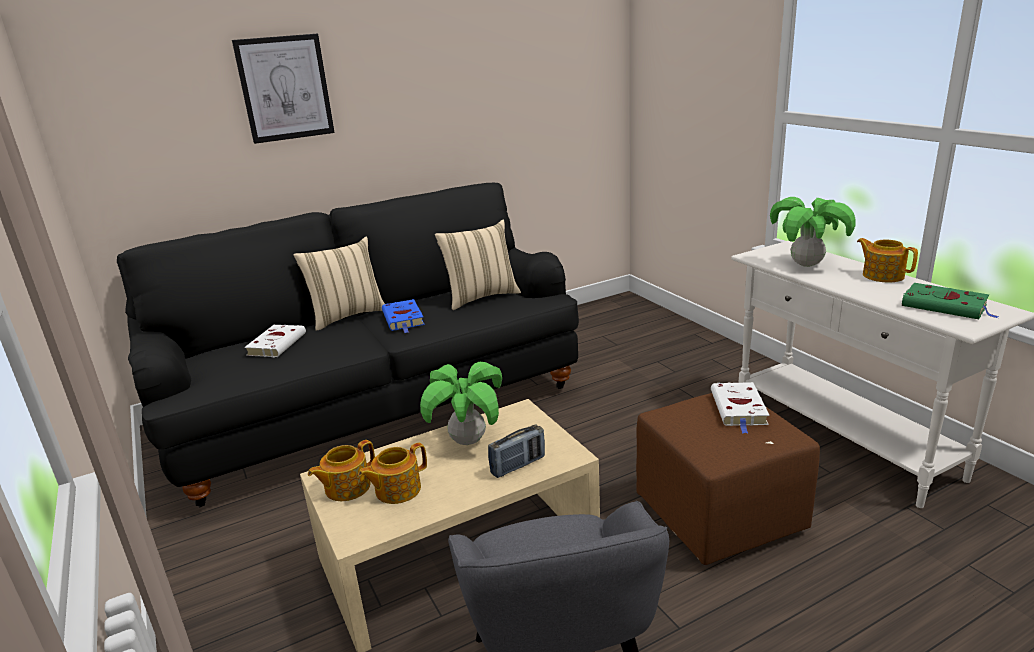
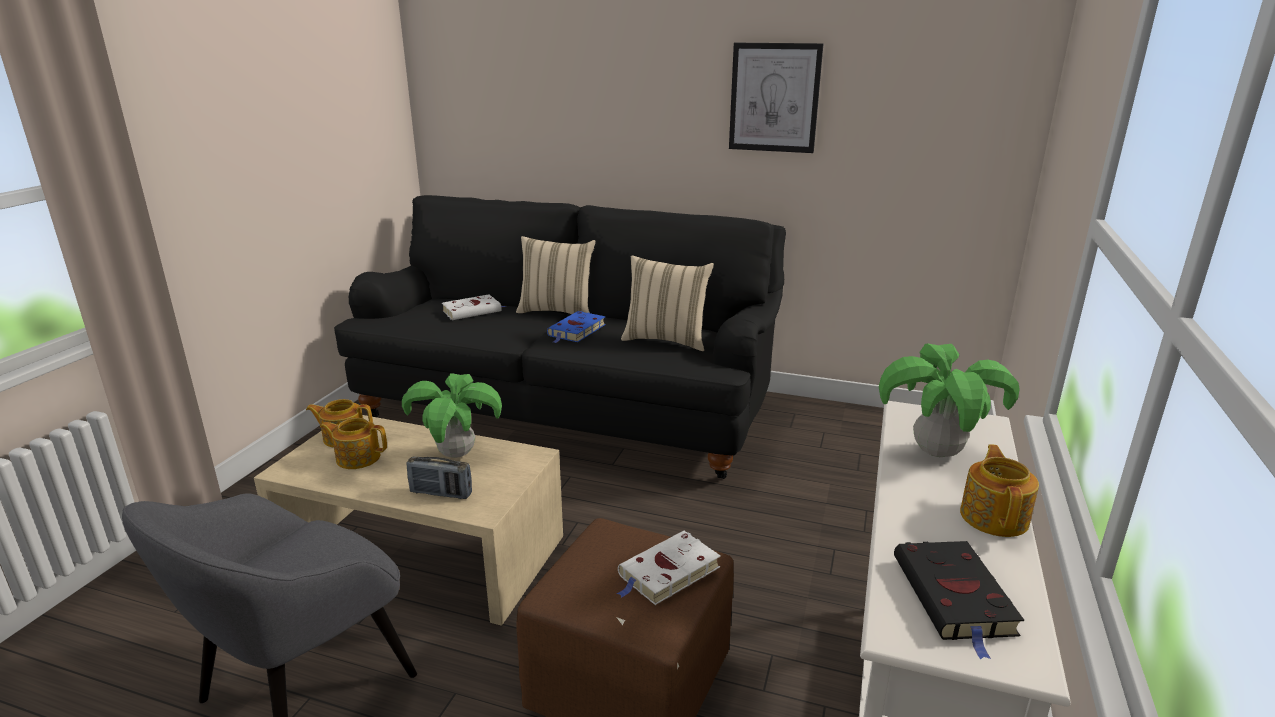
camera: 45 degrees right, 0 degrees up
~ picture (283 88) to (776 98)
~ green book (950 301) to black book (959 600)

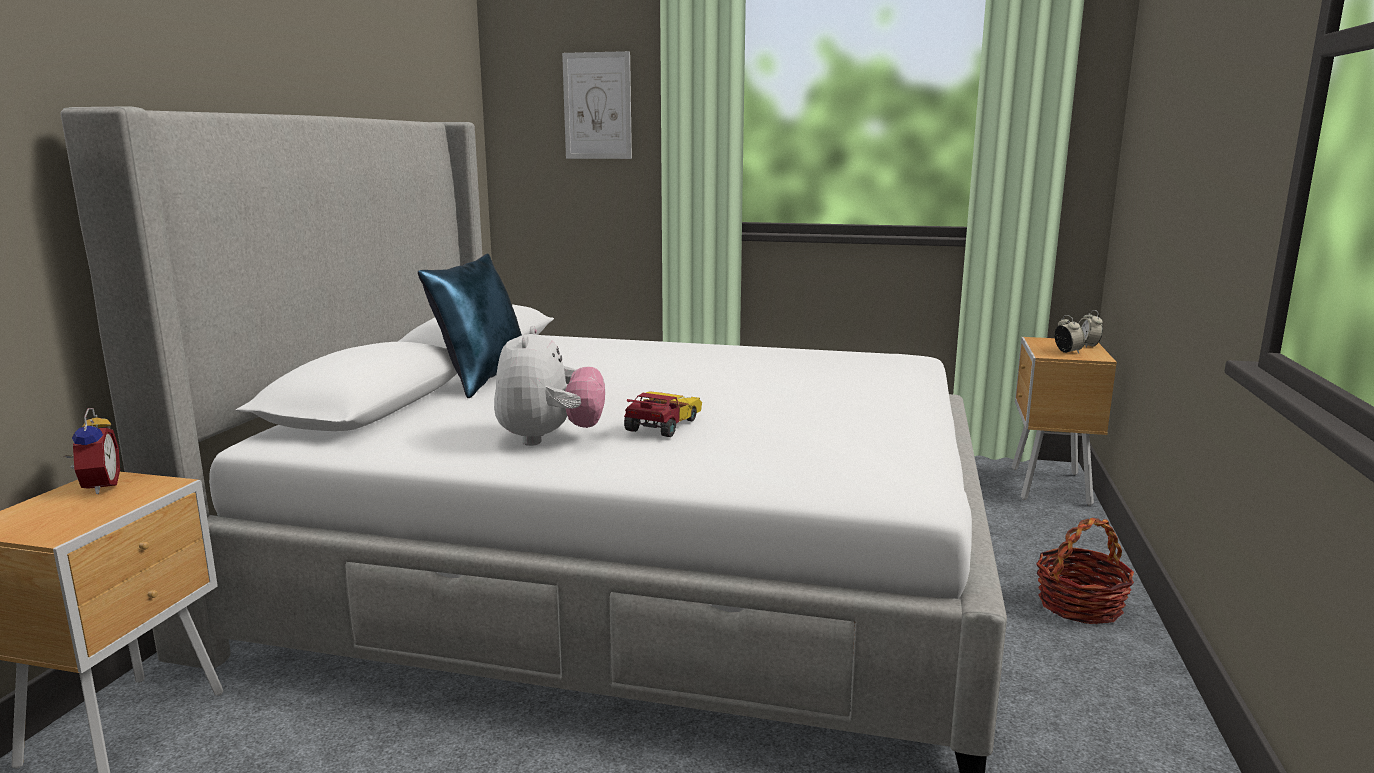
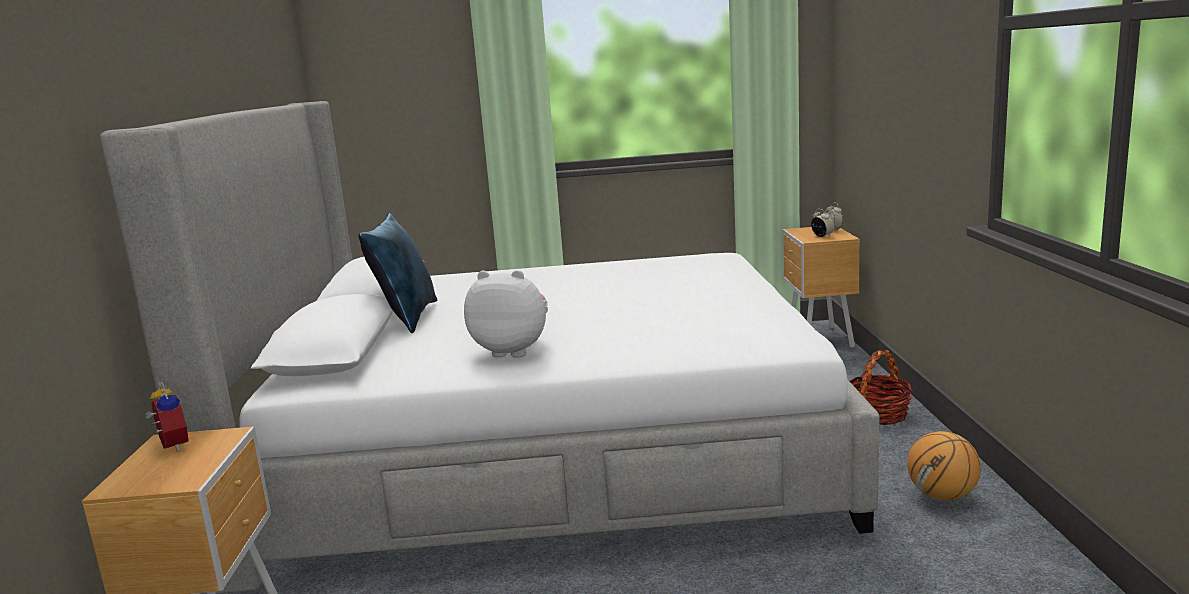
camera: 15 degrees left, 0 degrees up
~ plush toy (549 386) = (506 314) 60 degrees counterclockwise
+ basketball (944 466)
- picture (597 105)
- toy car (663 414)

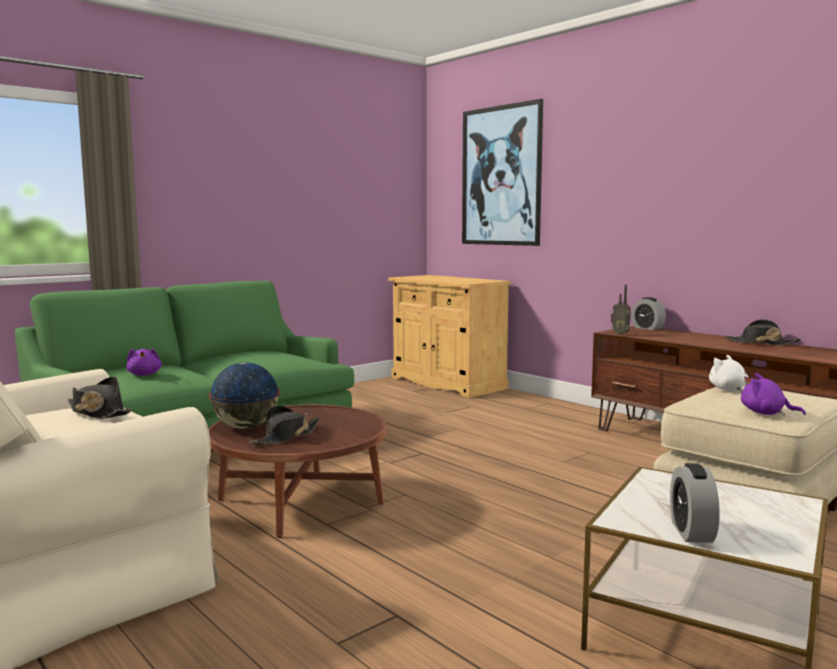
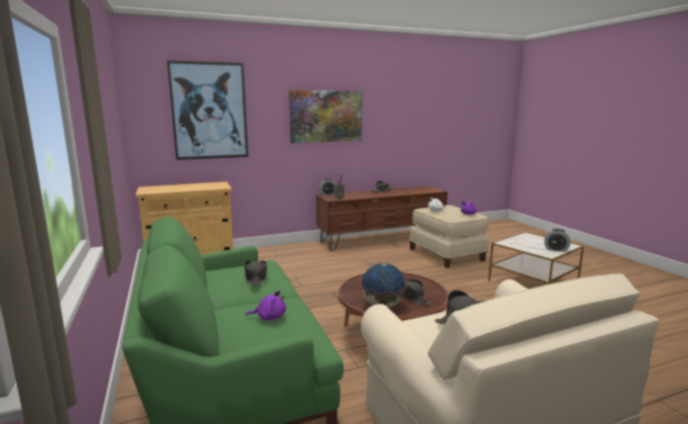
camera: 70 degrees left, 5 degrees up
+ black hat (256 273)
+ picture (325 116)

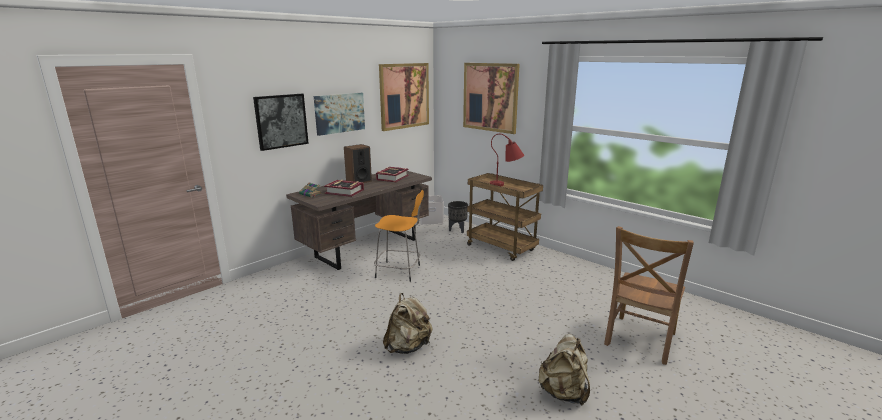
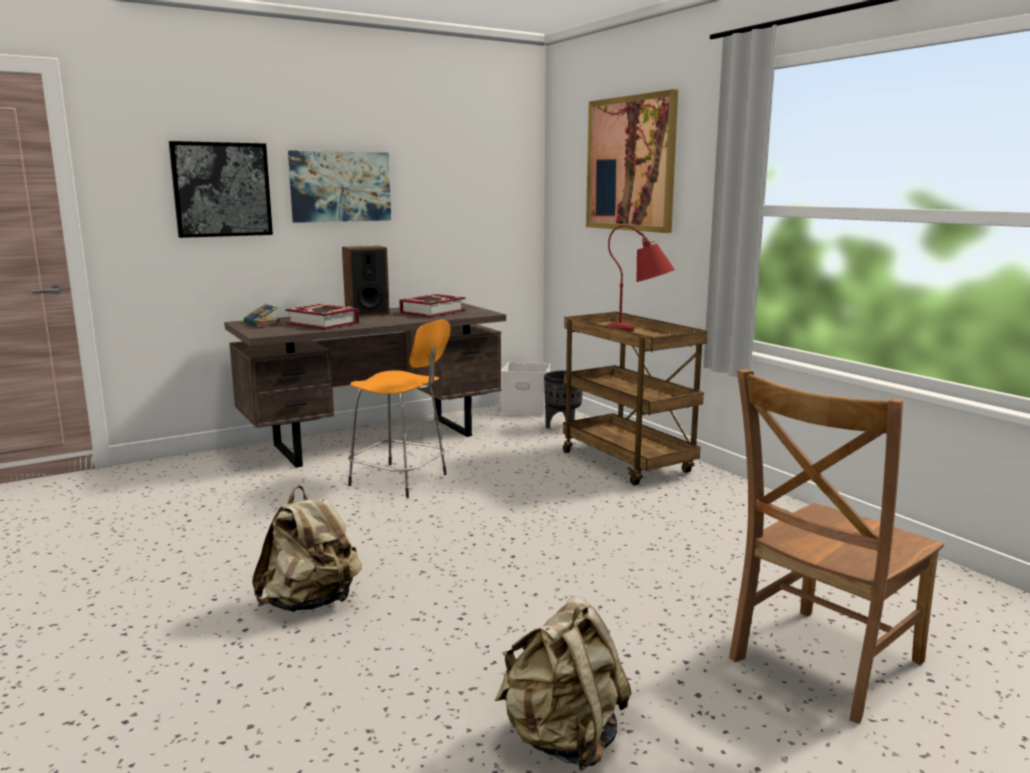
camera: 15 degrees right, 5 degrees down
- picture (404 97)

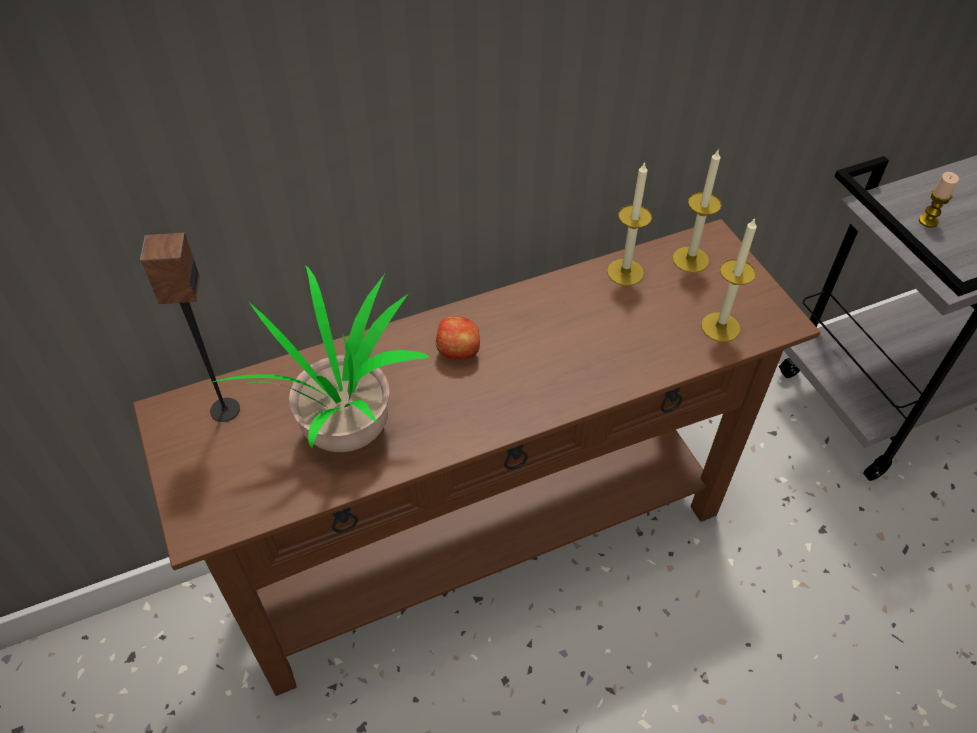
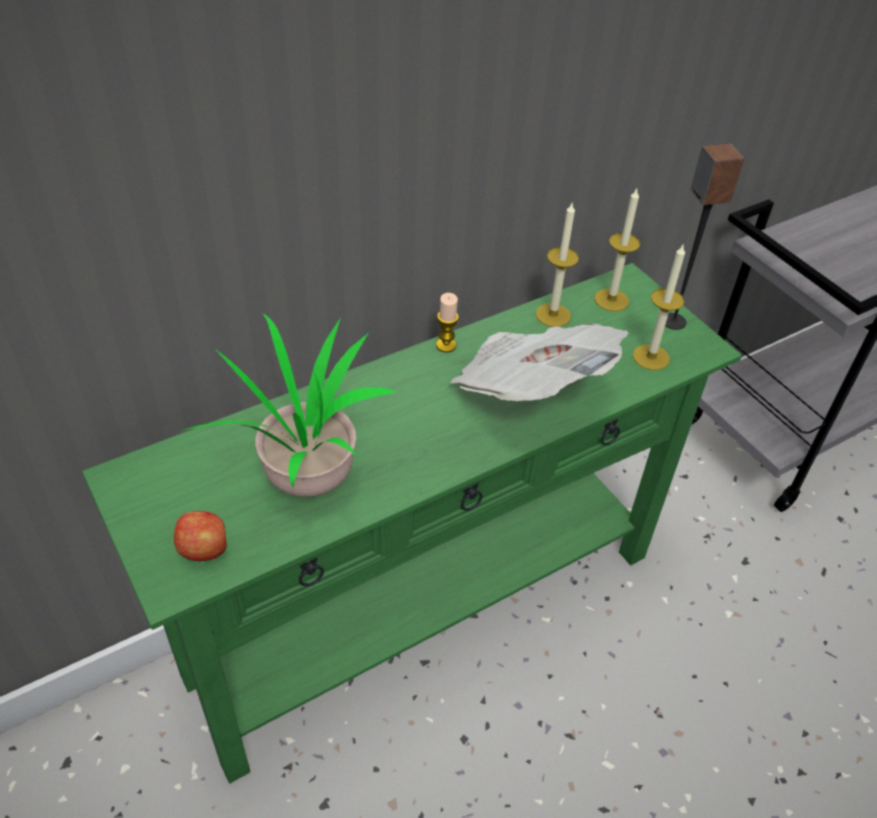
camera: 10 degrees left, 5 degrees down
~ brown console table (476 457) to green console table (412 523)
~ apple (458 338) to (200 536)
~ candle (939 199) to (447 323)
+ newspaper (539 362)
~ speaker (190 327) to (704 236)

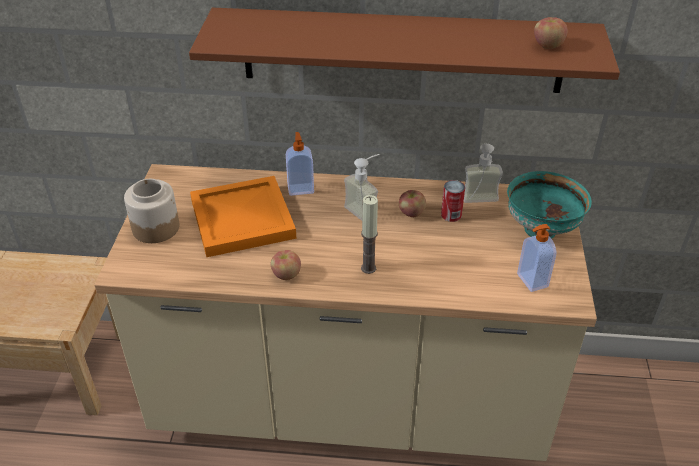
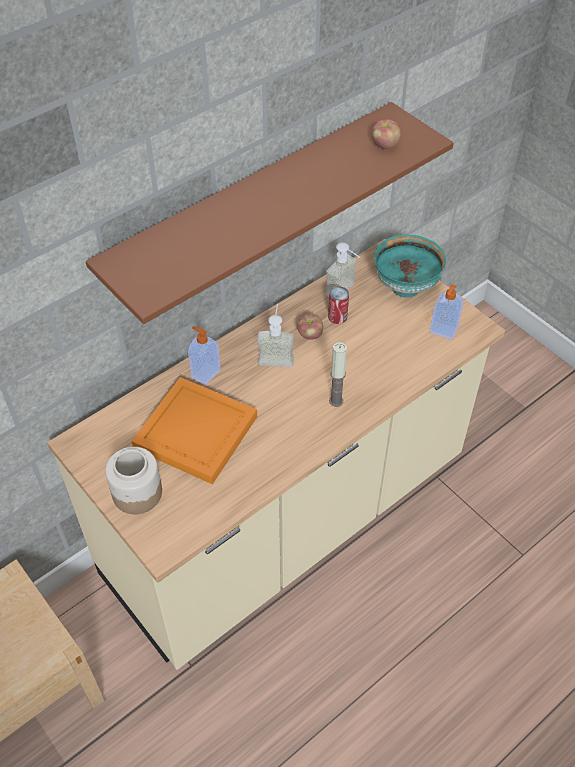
camera: 45 degrees left, 10 degrees up
- apple (286 265)

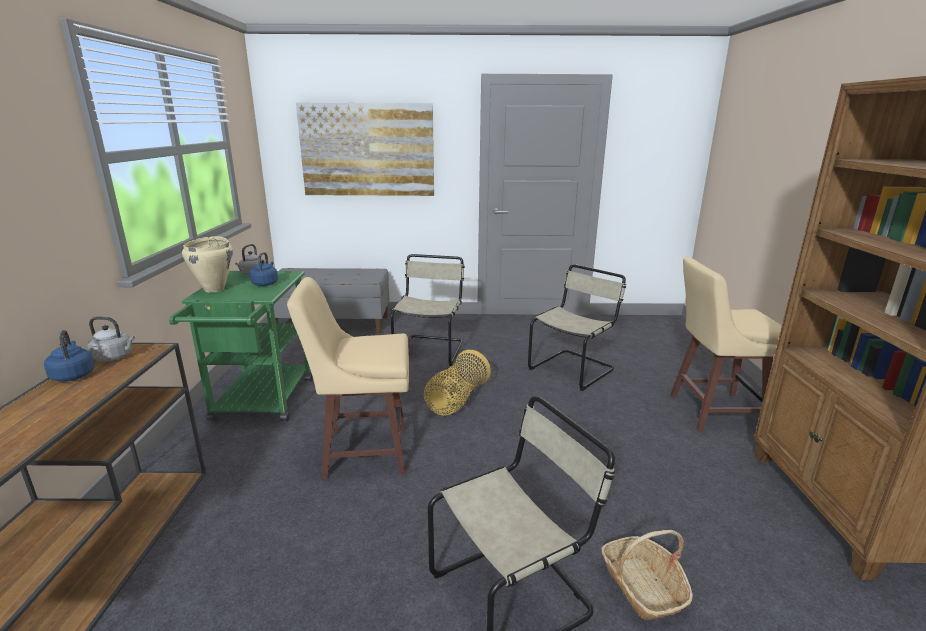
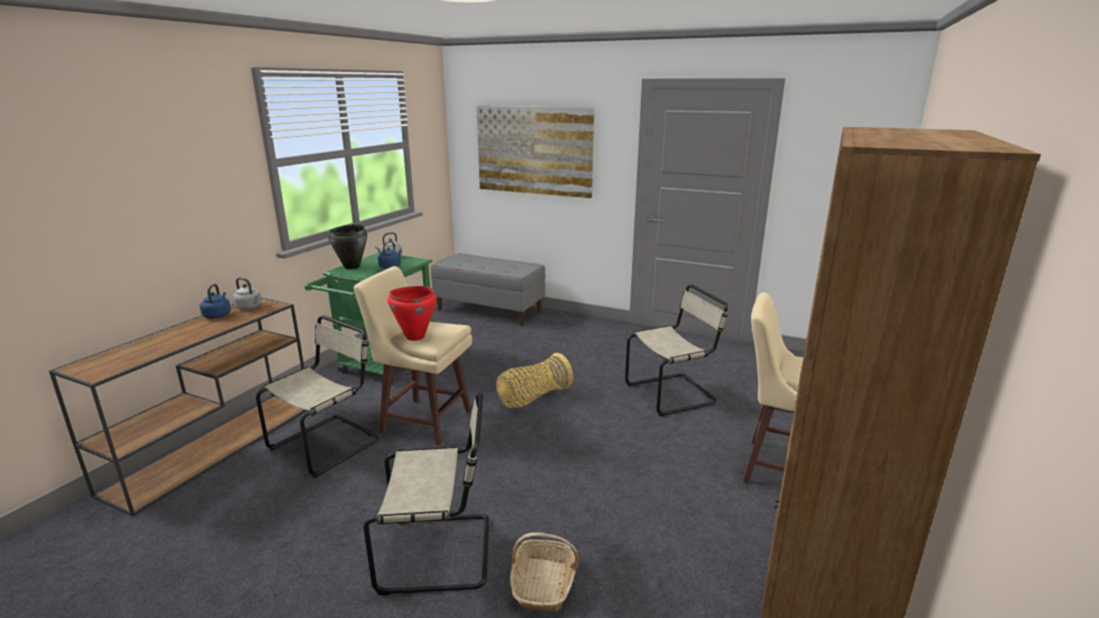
camera: 25 degrees right, 0 degrees up
~ beige chair (428 310) to (317 396)
~ beige cooking pot (207 264) to black cooking pot (347 246)
+ red cooking pot (412 313)

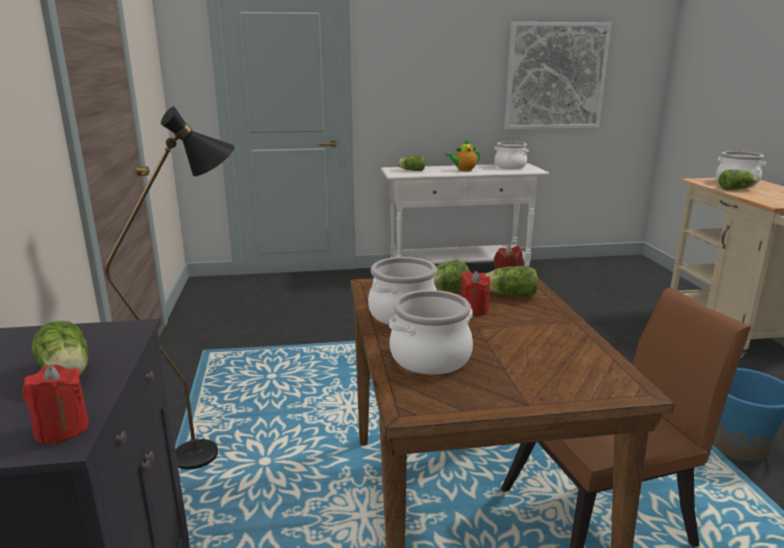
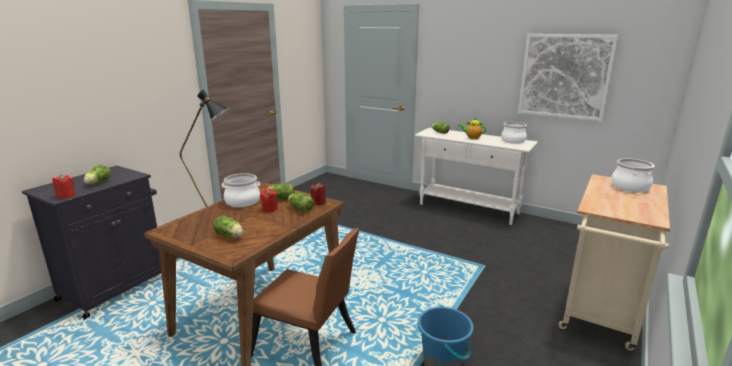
camera: 40 degrees right, 0 degrees up
~ lettuce (738 180) to (228 226)
- cooking pot (431 332)

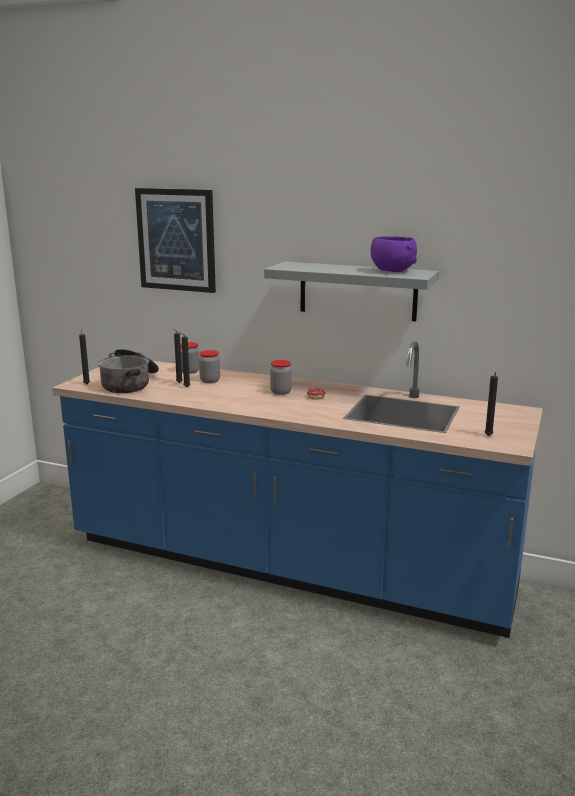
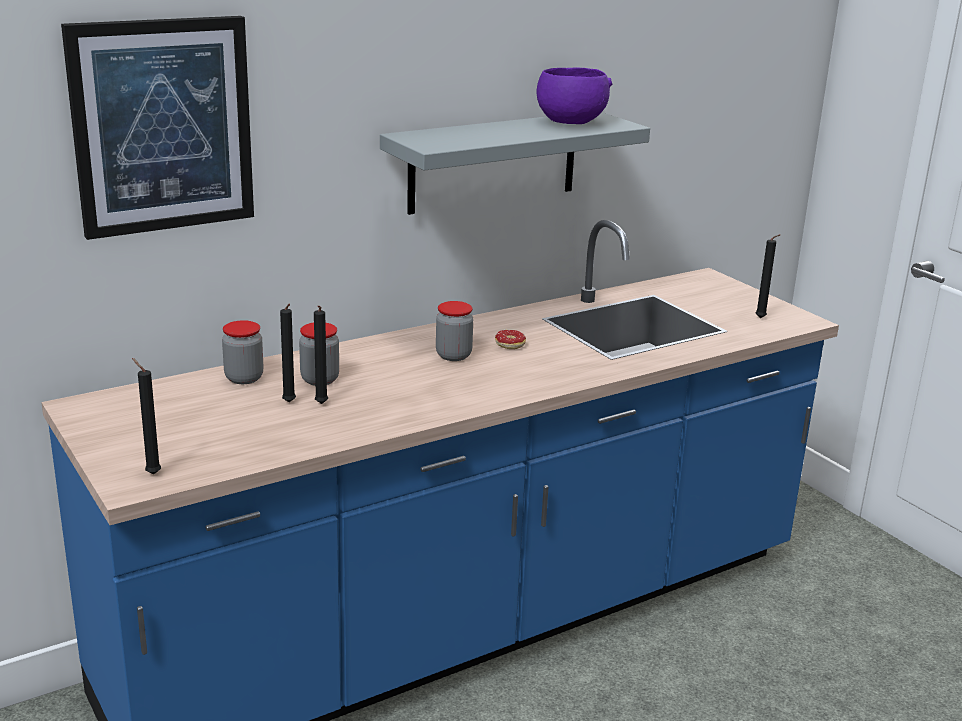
camera: 55 degrees left, 5 degrees up
- cooking pot (128 371)

